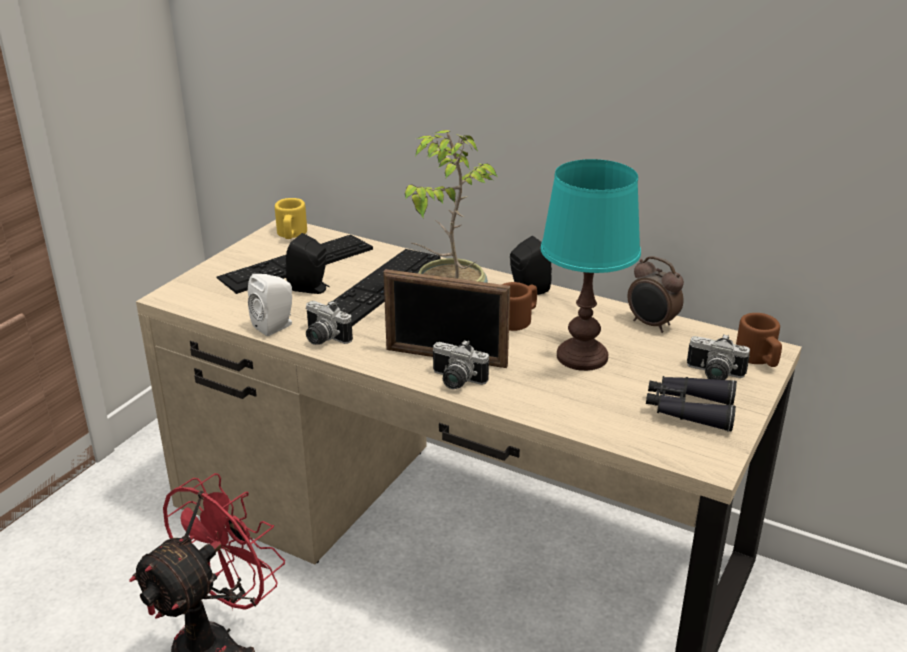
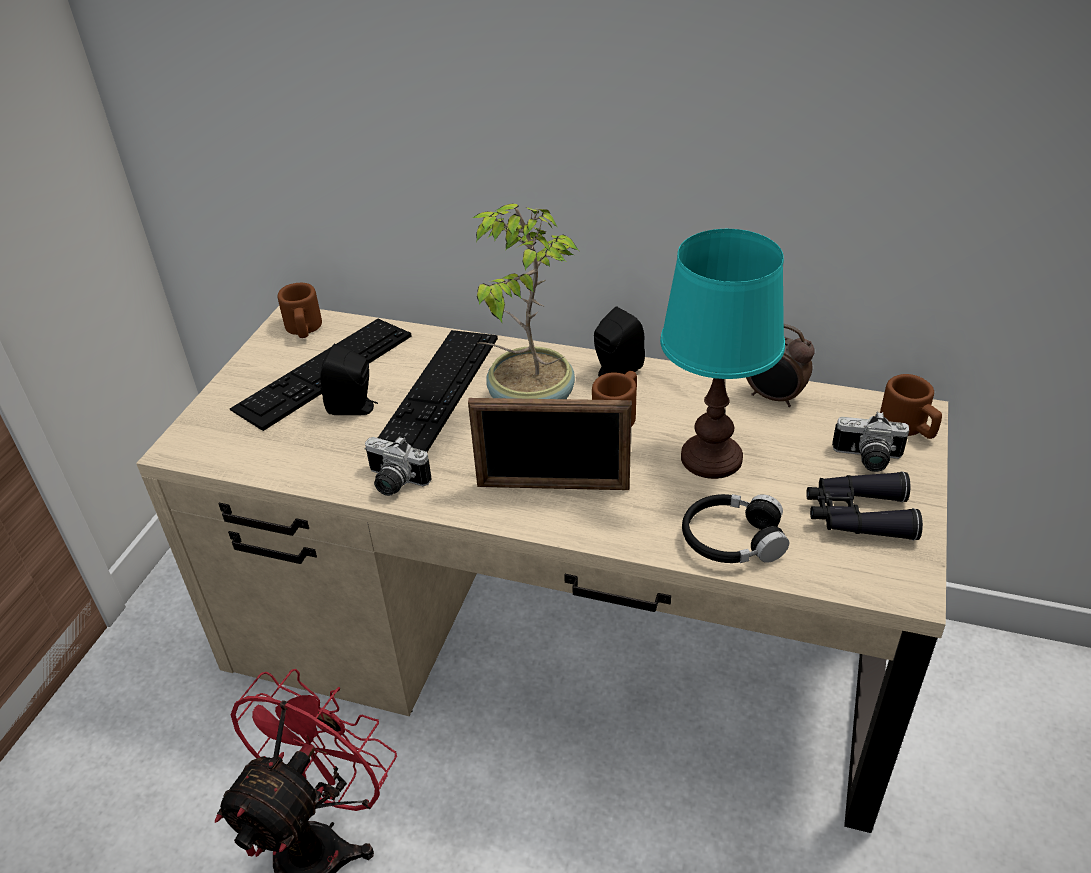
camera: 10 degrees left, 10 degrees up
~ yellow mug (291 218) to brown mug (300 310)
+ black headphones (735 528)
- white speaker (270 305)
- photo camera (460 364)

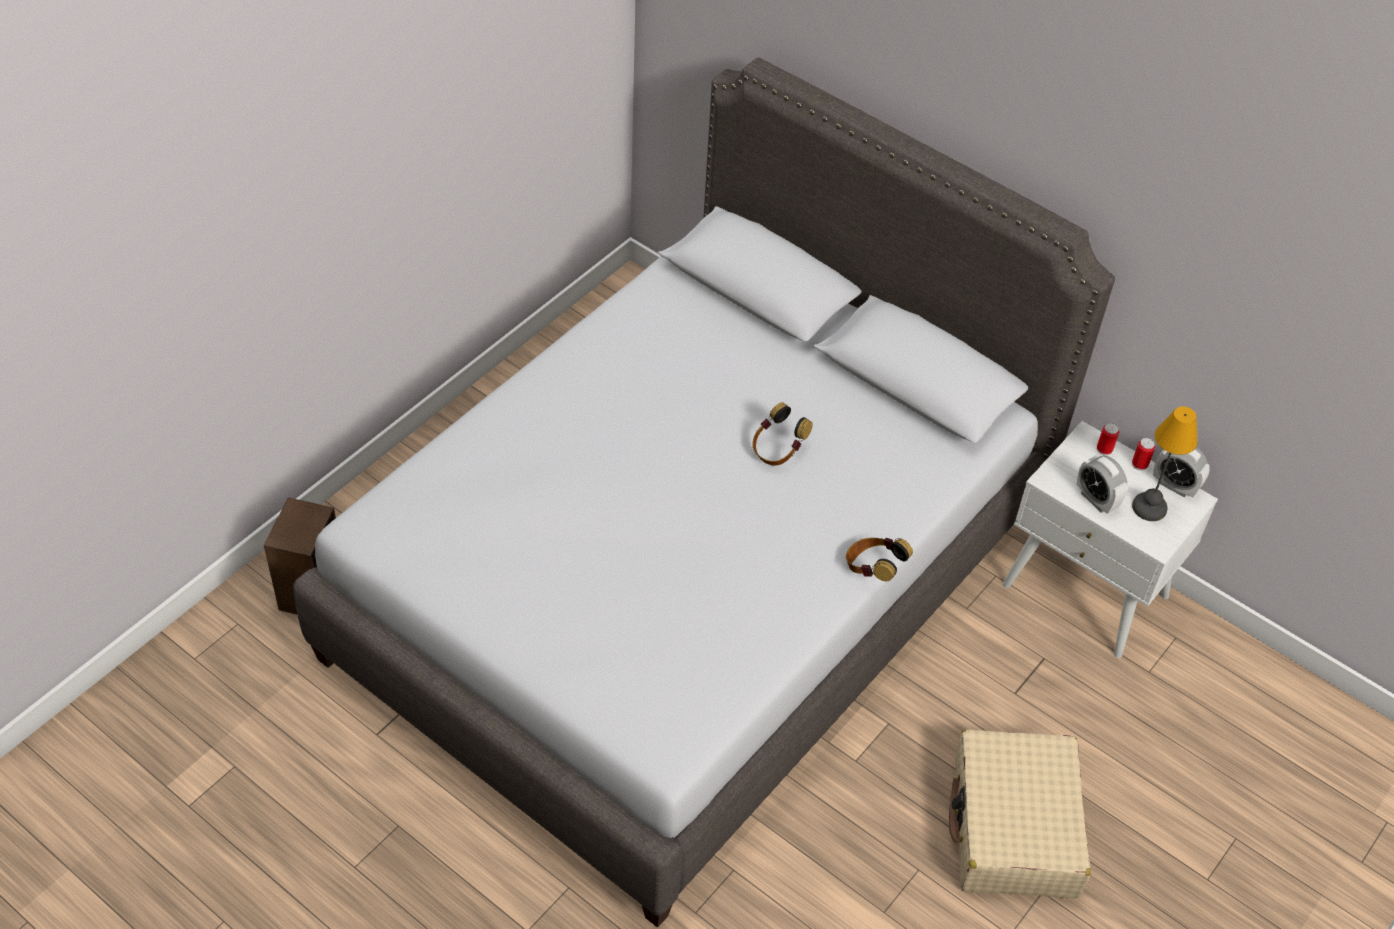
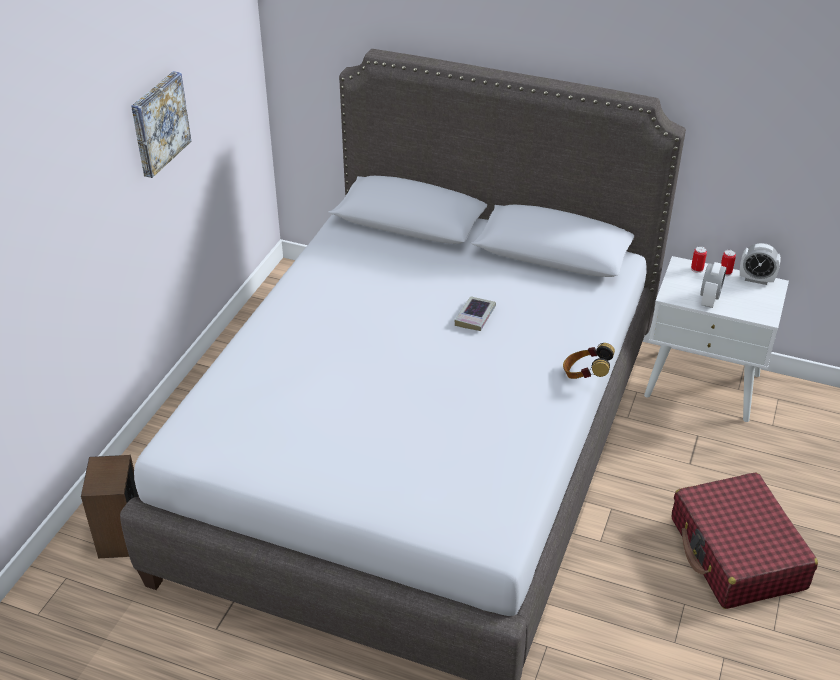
camera: 15 degrees left, 10 degrees down
+ picture (161 124)
~ headphones (782 434) to book (475 313)
~ beige suitcase (1020 813) to red suitcase (745 541)
~ alarm clock (1102 484) = (713 285) 105 degrees counterclockwise
- table lamp (1164 463)

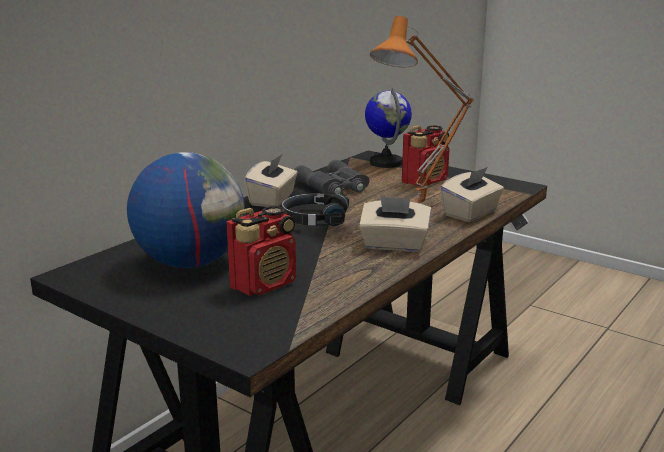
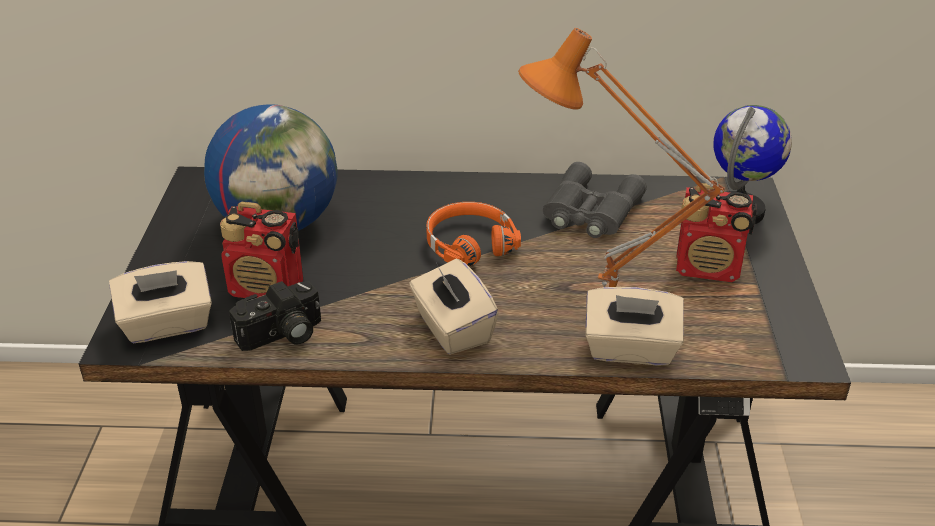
camera: 55 degrees right, 15 degrees up
~ beige tissue box (271 180) to (160 302)
+ photo camera (275 316)
~ black headphones (315 209) to orange headphones (473 234)

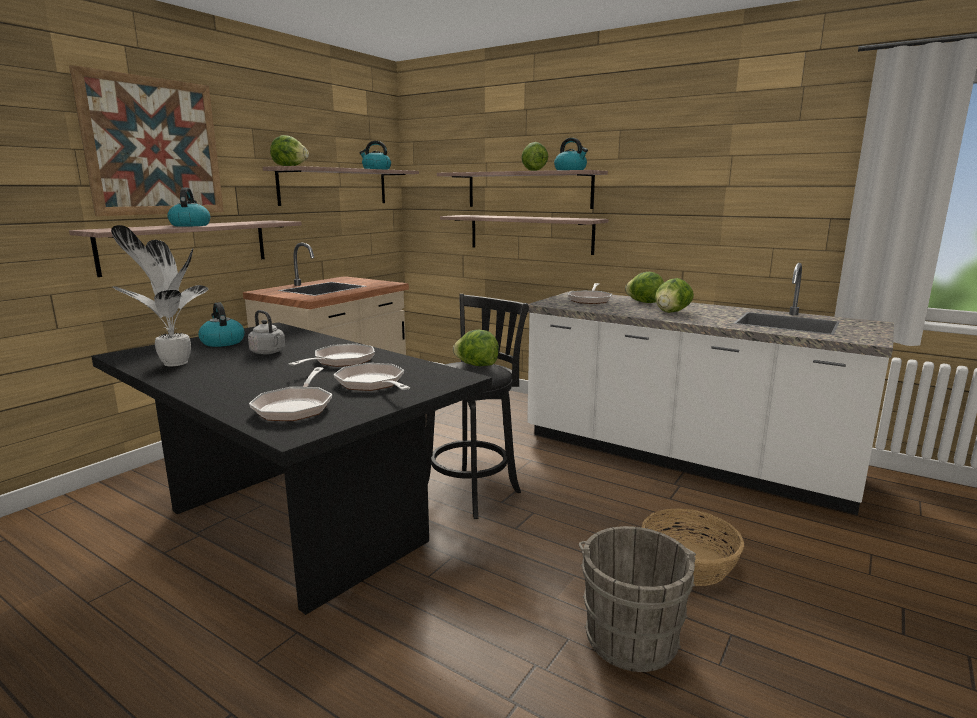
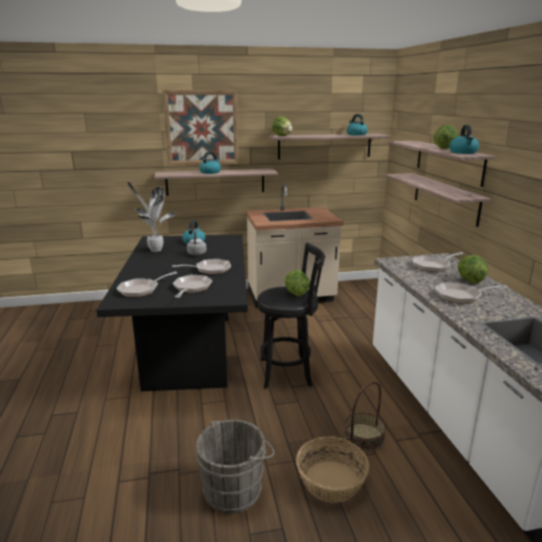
camera: 45 degrees right, 5 degrees up
+ basket (365 416)
~ lettuce (674 295) to frying pan (471 292)

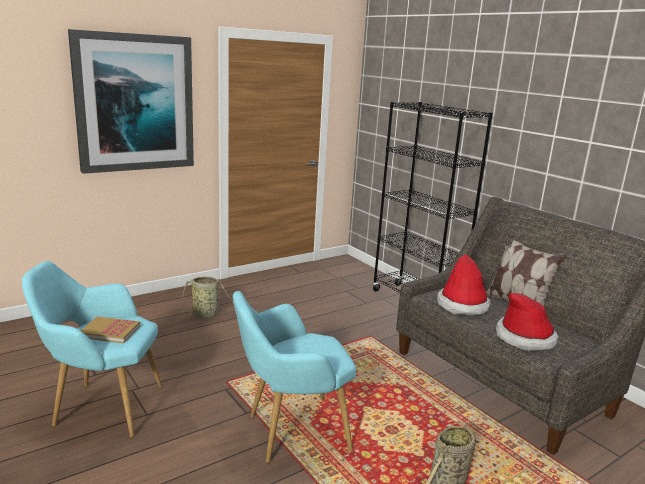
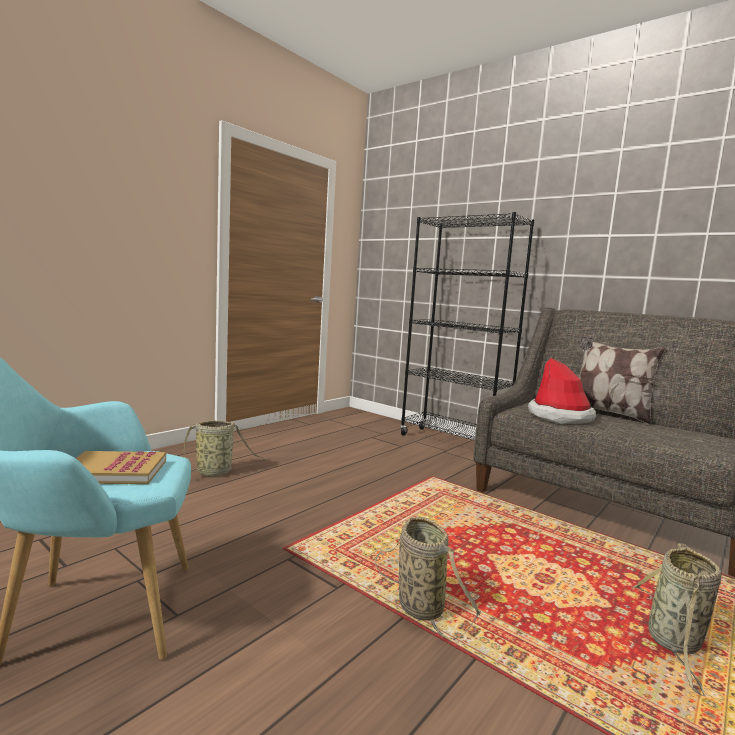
camera: 15 degrees left, 10 degrees down
~ turquoise armchair (294 377) to basket (428 578)
- picture (131 101)
- hat (527 322)

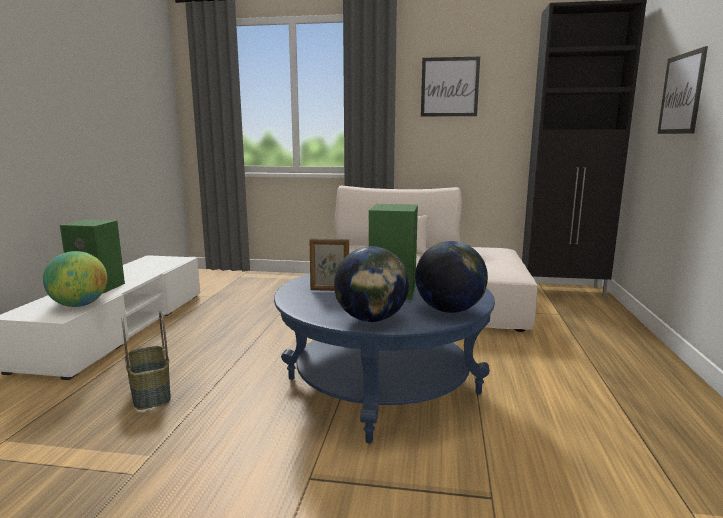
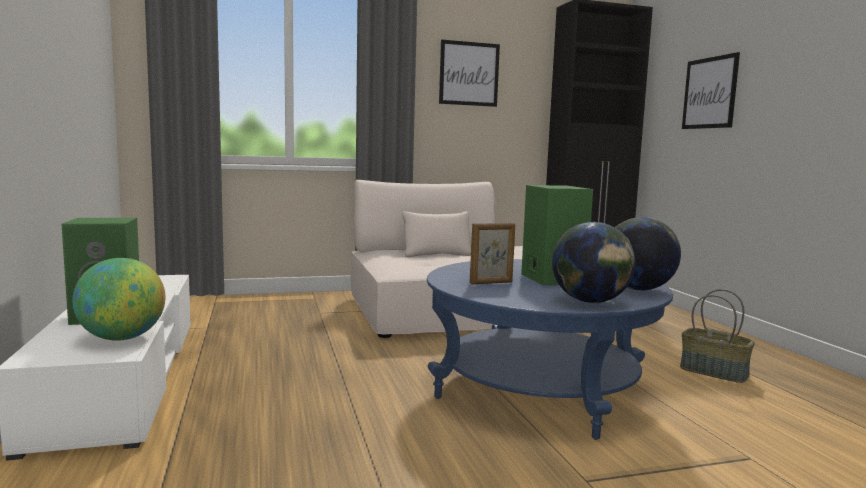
camera: 25 degrees left, 5 degrees down
~ basket (146 360) to (717 336)

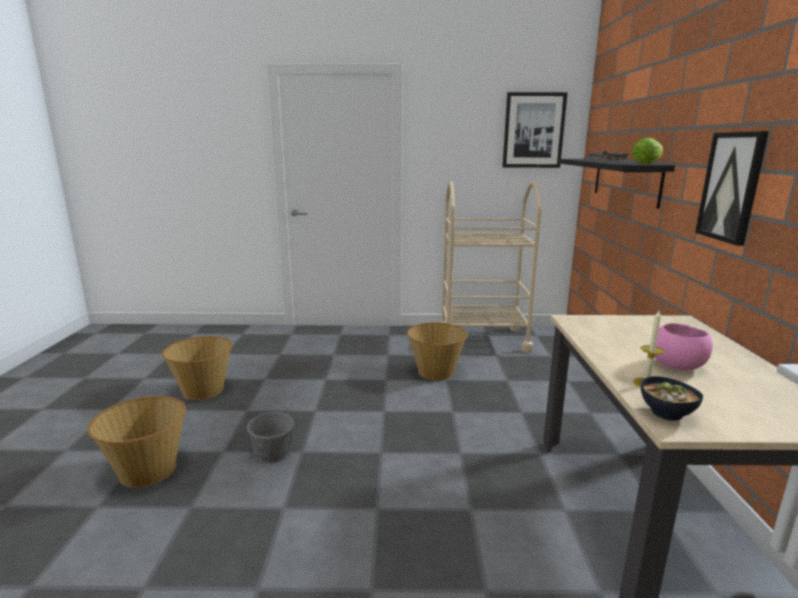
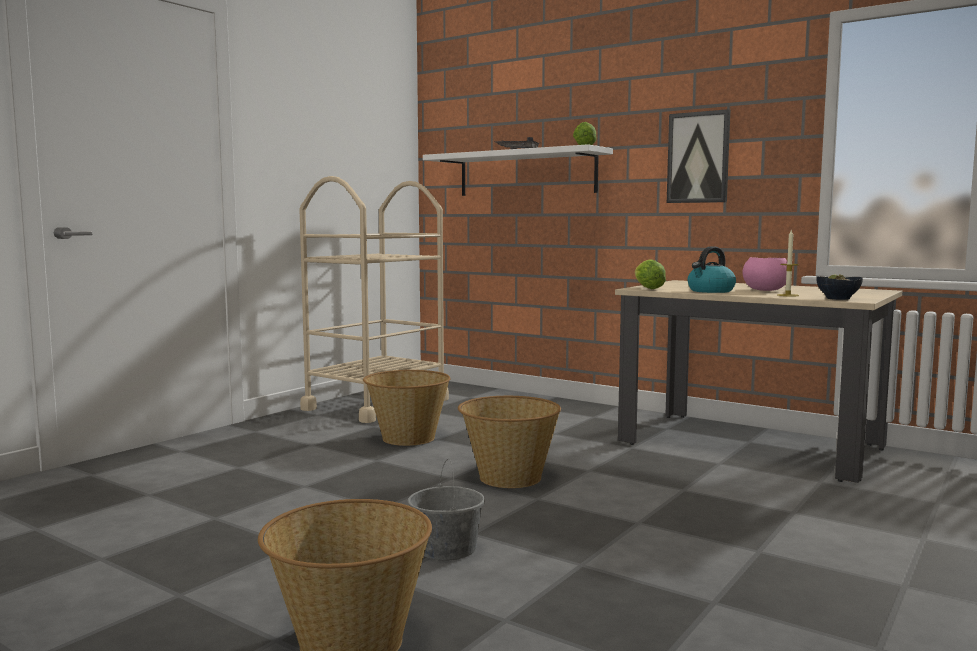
camera: 55 degrees left, 10 degrees down
~ black shelf (616 184) to white shelf (518 170)
~ basket (197 368) to (509 442)
+ lettuce (650 274)
+ kettle (712 269)
- picture (535 130)

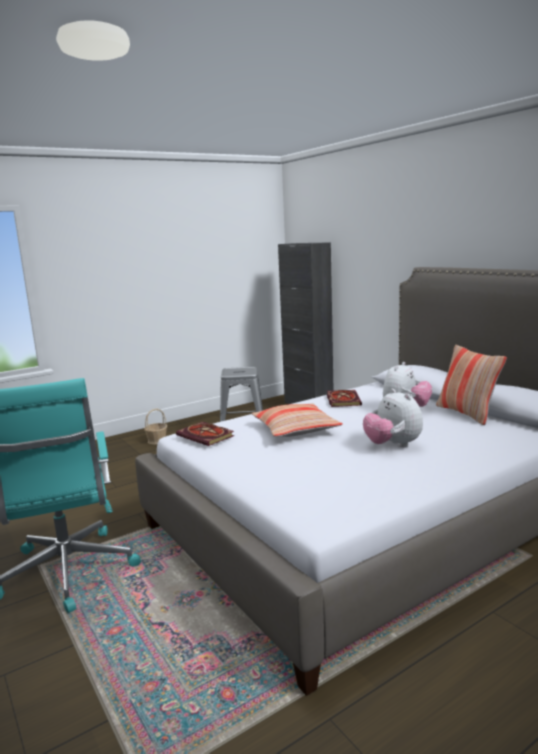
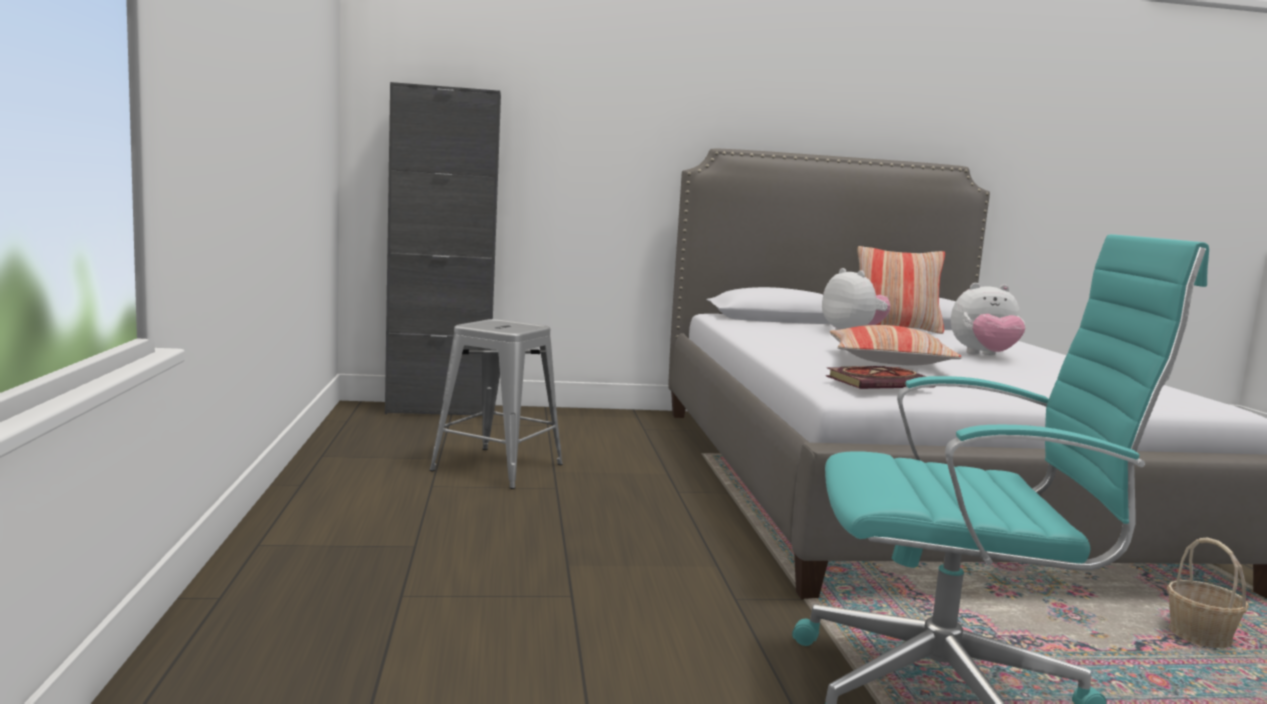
camera: 65 degrees left, 5 degrees down
~ basket (155 426) to (1208 593)
- book (344 398)

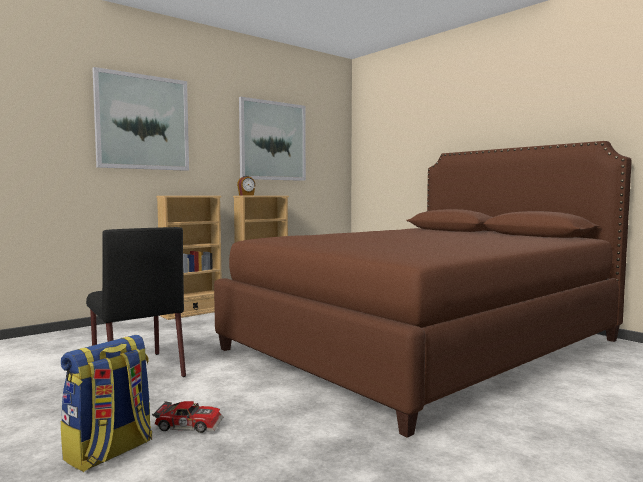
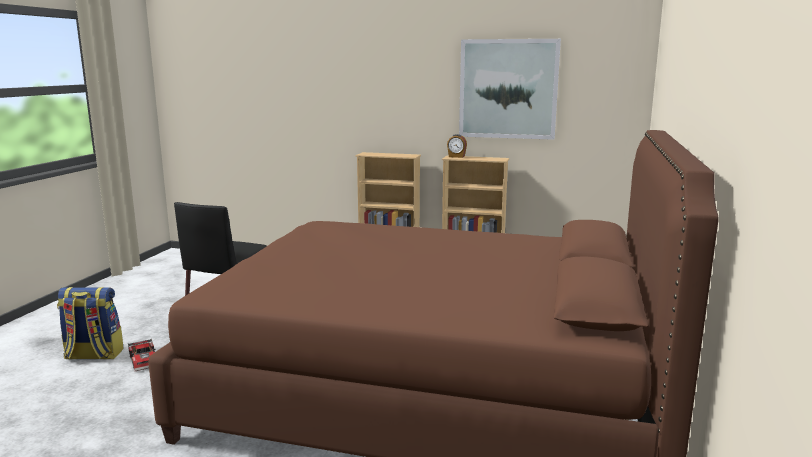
camera: 55 degrees right, 10 degrees up
- picture (140 119)

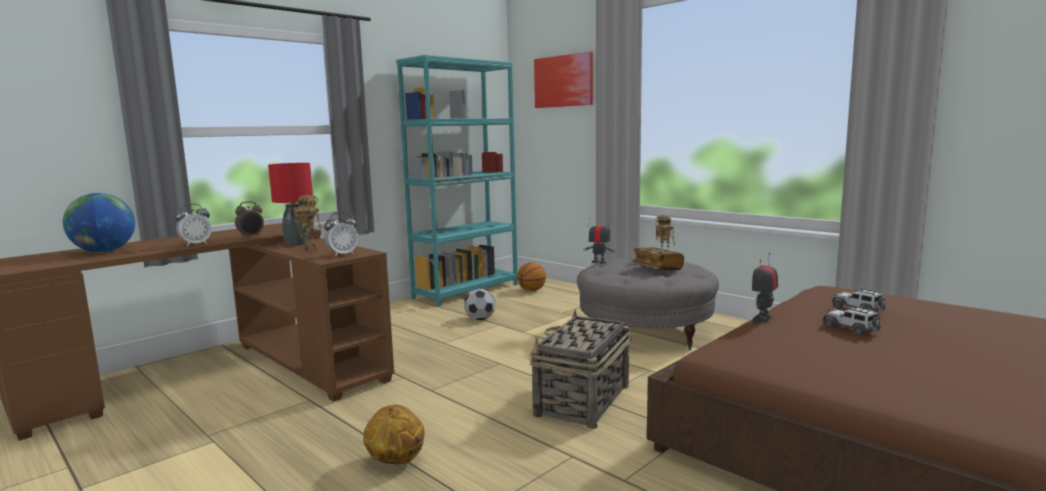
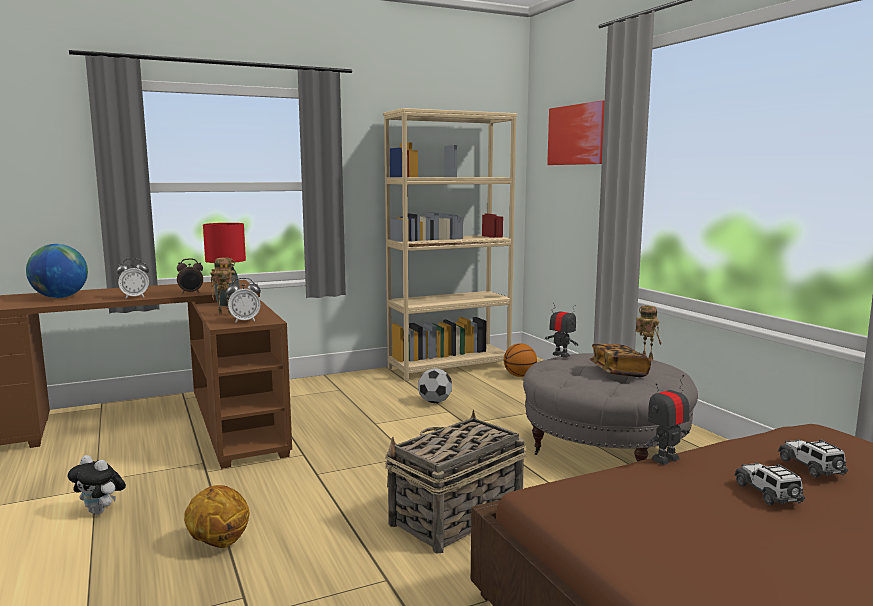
camera: 20 degrees right, 0 degrees up
+ plush toy (96 485)
~ turquoise bookcase (457 181) to beige bookcase (450 244)

